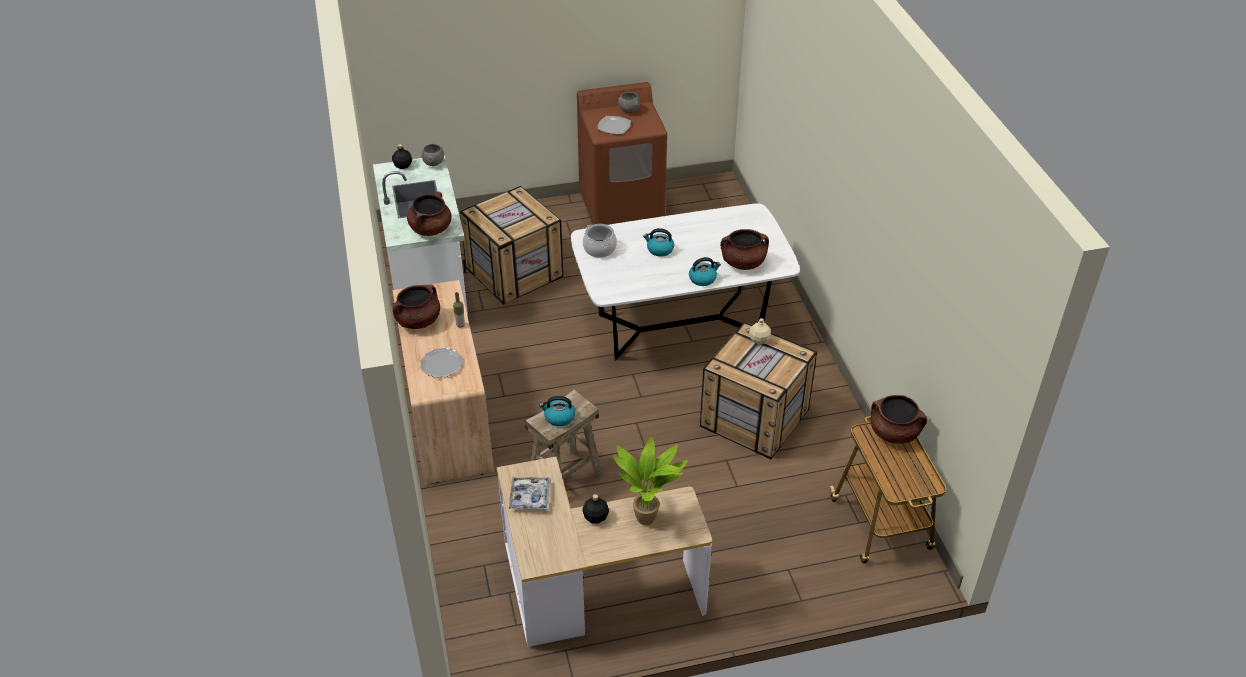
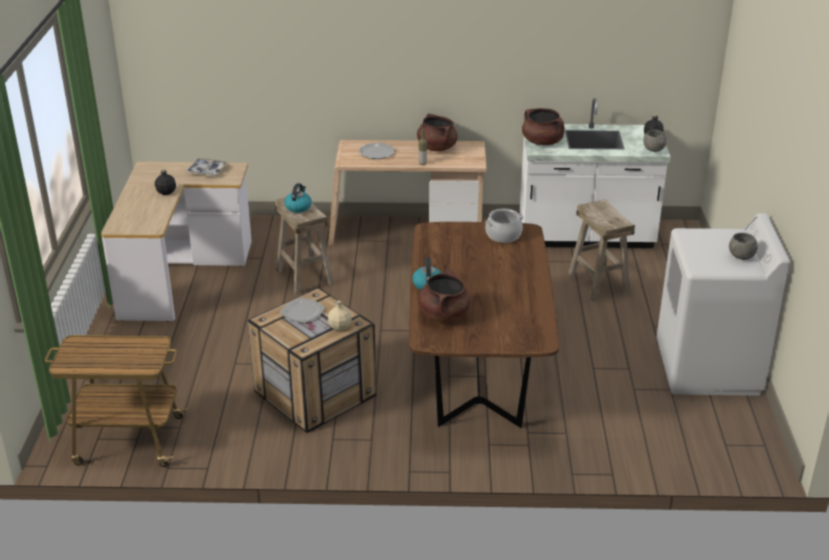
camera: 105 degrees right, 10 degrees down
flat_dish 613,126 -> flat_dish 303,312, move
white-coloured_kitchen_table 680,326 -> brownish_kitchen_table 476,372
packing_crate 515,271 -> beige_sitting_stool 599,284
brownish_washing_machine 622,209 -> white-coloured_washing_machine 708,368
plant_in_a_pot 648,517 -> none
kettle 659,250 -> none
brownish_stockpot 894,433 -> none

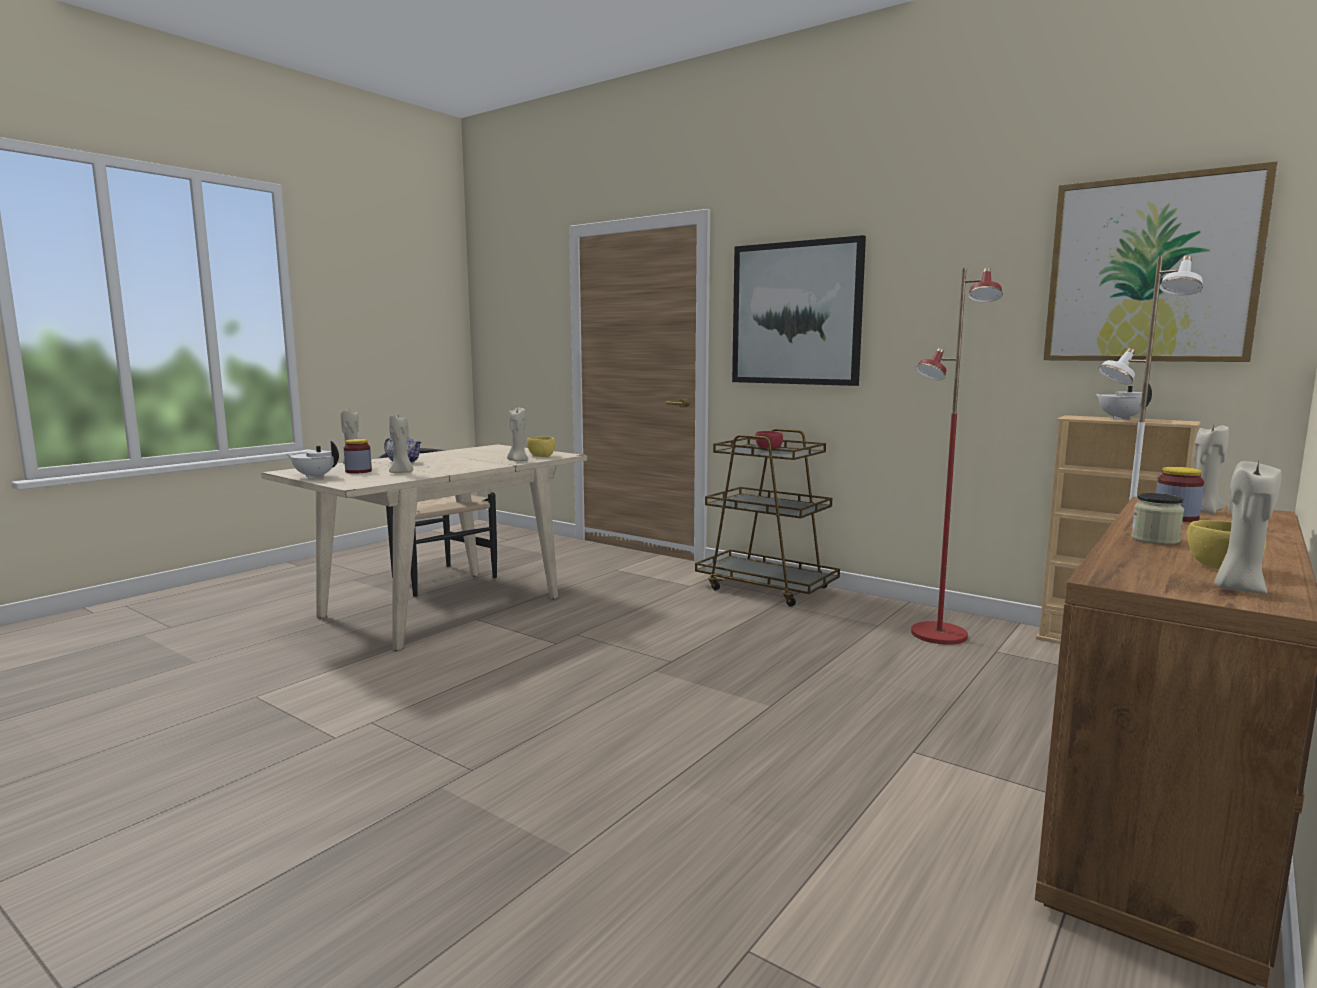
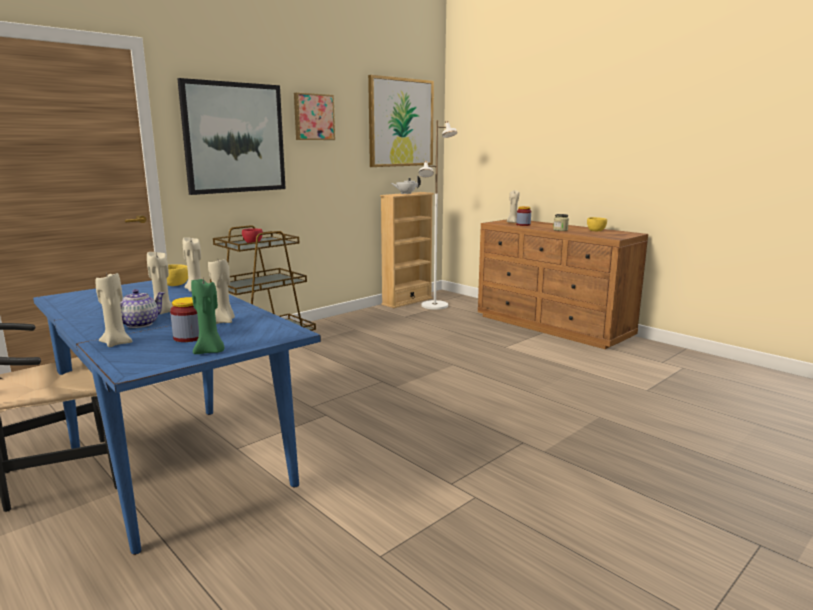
camera: 80 degrees left, 5 degrees up
beige_kitchen_table 443,606 -> blue_kitchen_table 179,467
beige_candle 1238,589 -> beige_candle 162,312, move
white-coloured_teapot 315,477 -> greenish_candle 210,351
none -> picture 313,117
red_floor_lamp 938,635 -> none

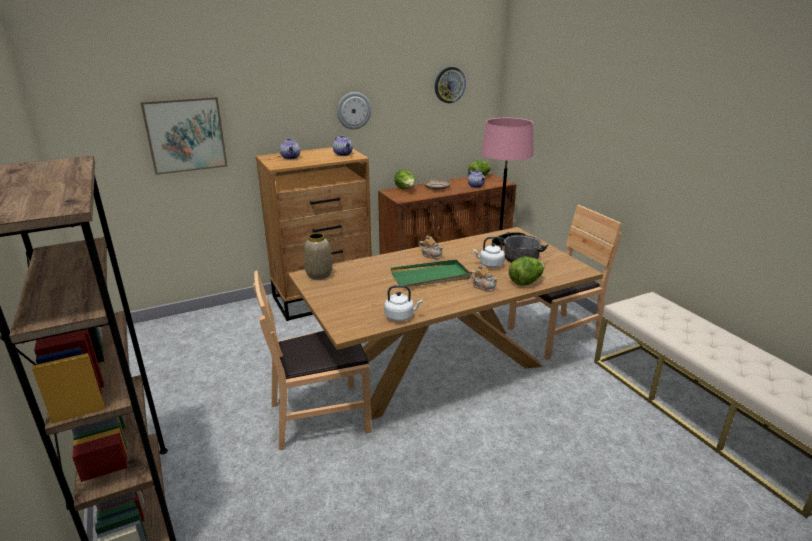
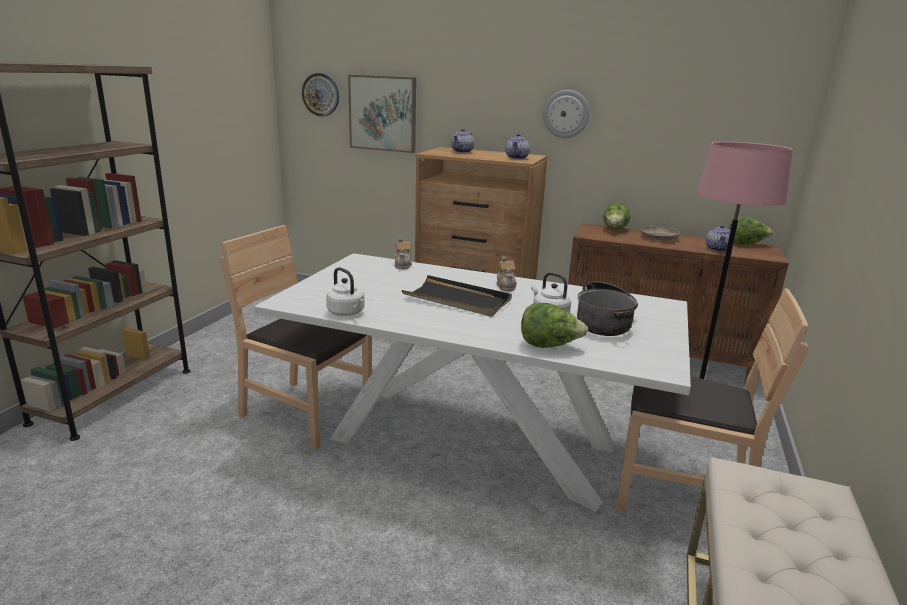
camera: 45 degrees right, 5 degrees down
brownish_kitchen_table 441,368 -> white-coloured_kitchen_table 473,441
wall_clock 449,85 -> wall_clock 321,94, move
teapot 483,286 -> teapot 403,265, move
greenish_carrying_tray 431,276 -> black_carrying_tray 457,300
flower_vase 319,275 -> none

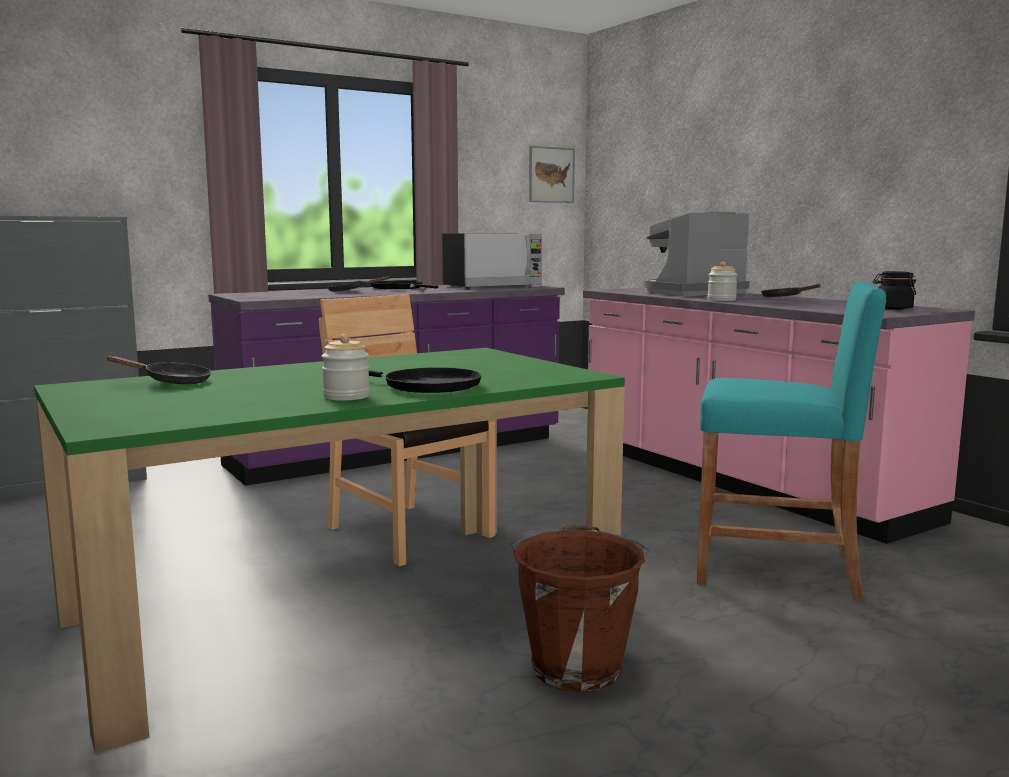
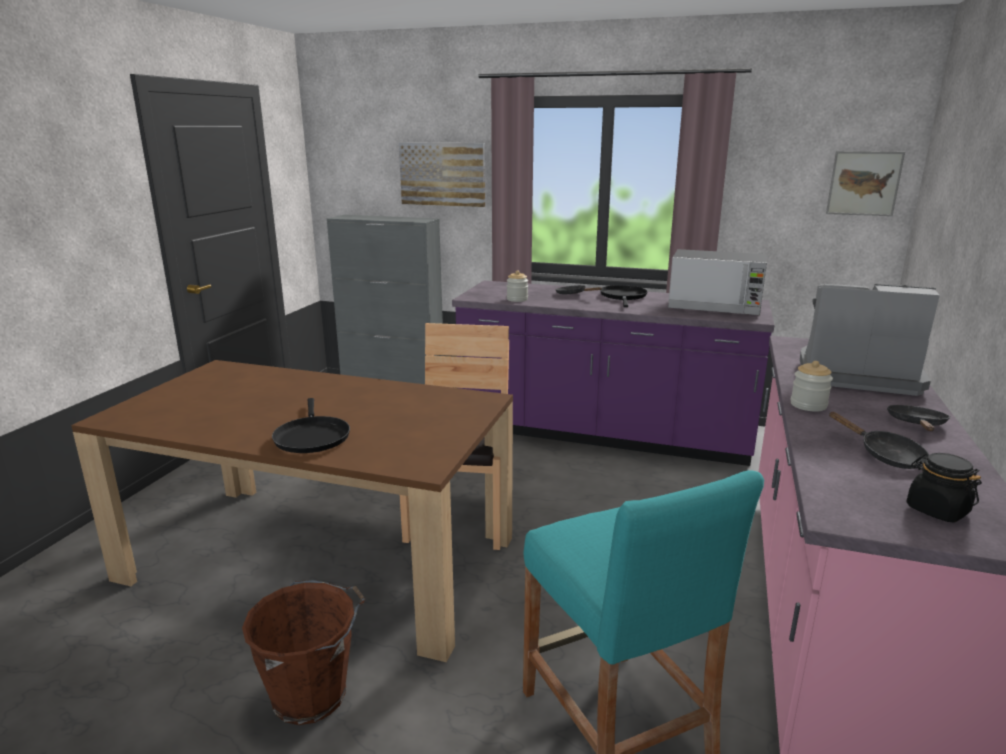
camera: 50 degrees right, 10 degrees up
greenish_kitchen_table 345,609 -> brownish_kitchen_table 320,559
none -> picture 443,174
storage_jar 346,396 -> storage_jar 517,299, move
black_skillet 171,382 -> black_skillet 885,455, move

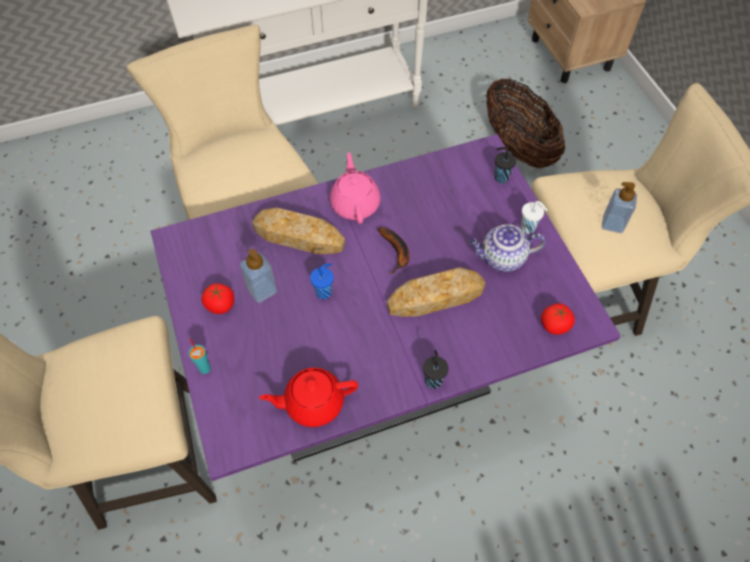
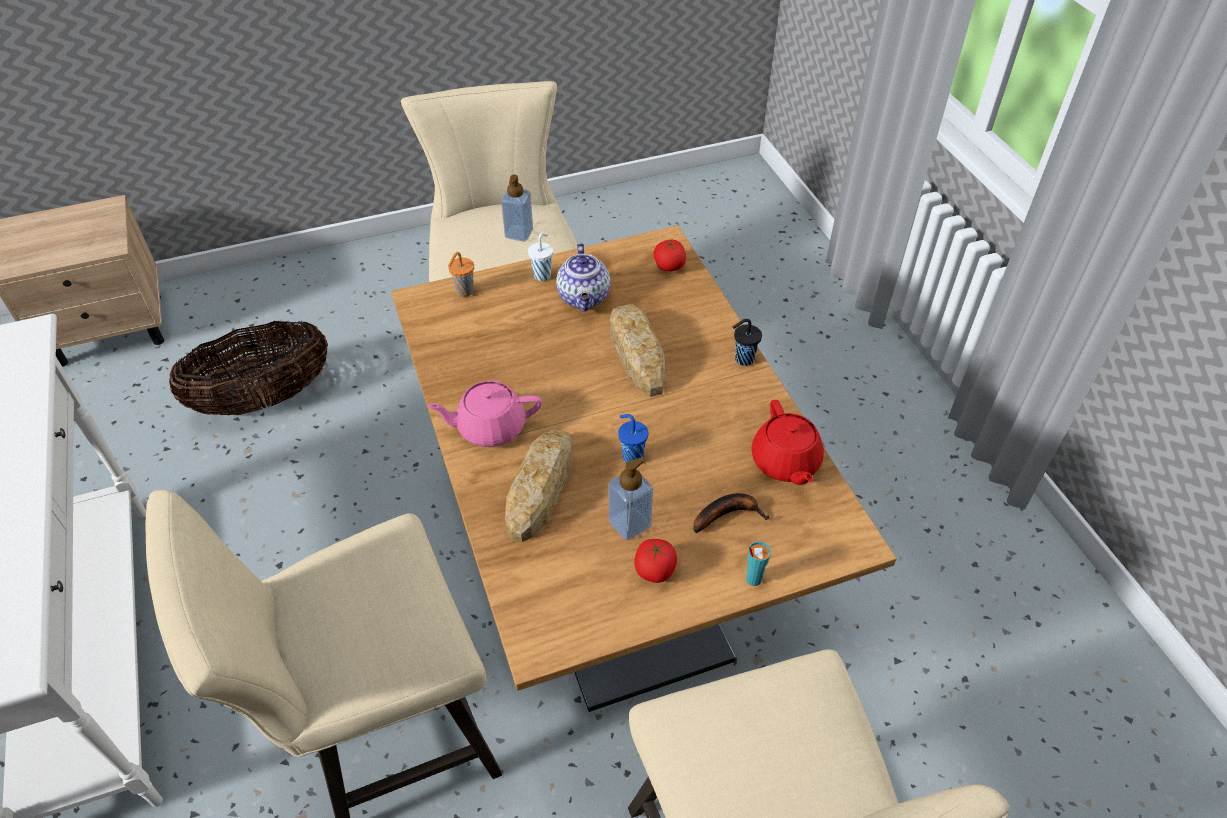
camera: 90 degrees left, 10 degrees down
purple-coloured_kitchen_table 375,377 -> brownish_kitchen_table 613,569
black_cup 500,177 -> orange_cup 464,292
banana_fruit 396,252 -> banana_fruit 728,514, move

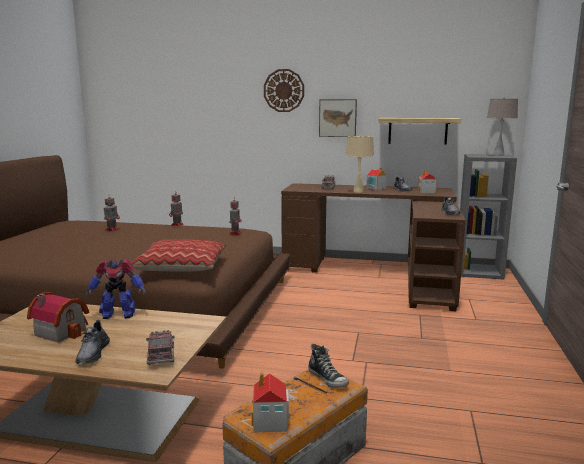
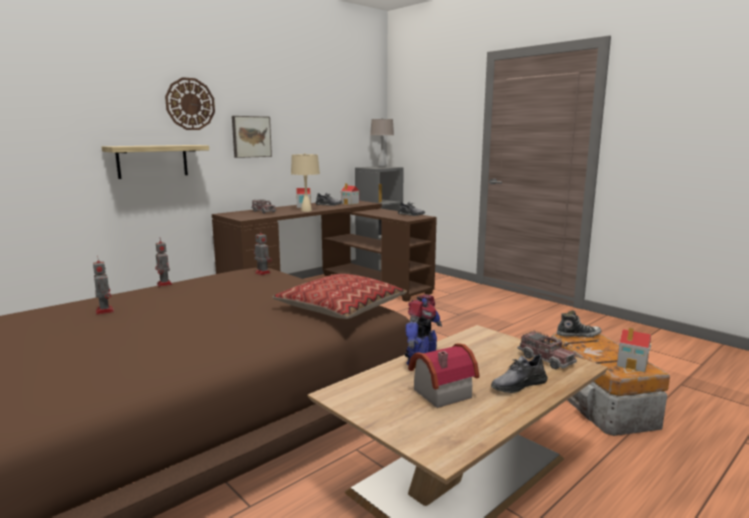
camera: 55 degrees left, 0 degrees up
bracket_shelf 417,131 -> bracket_shelf 152,161, move
gray_shoe 92,353 -> gray_shoe 518,385, 120 degrees clockwise
model_truck 161,355 -> model_truck 546,359, 150 degrees counterclockwise

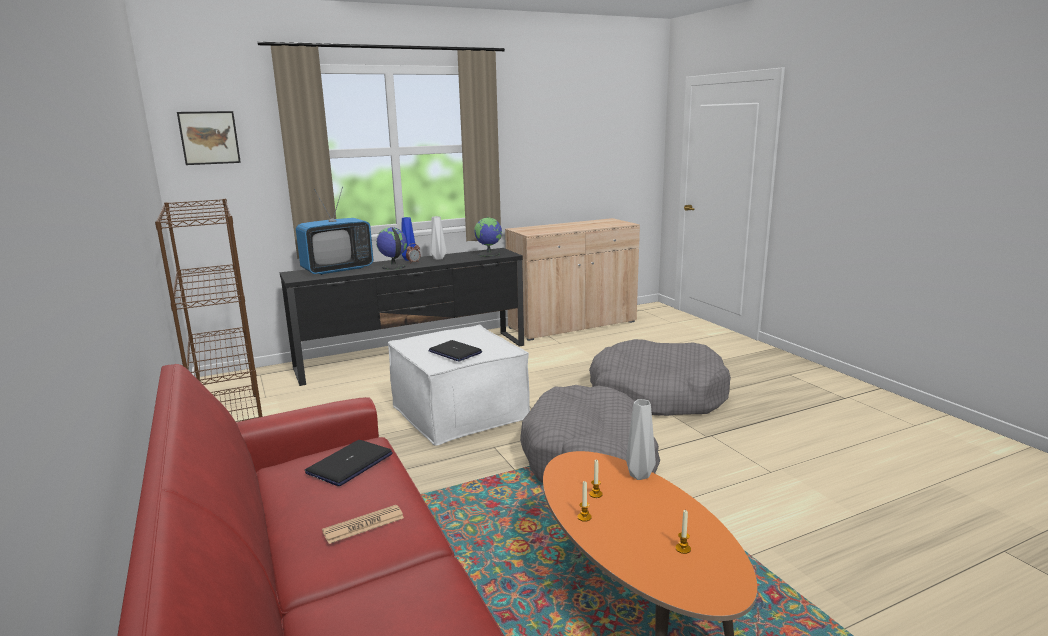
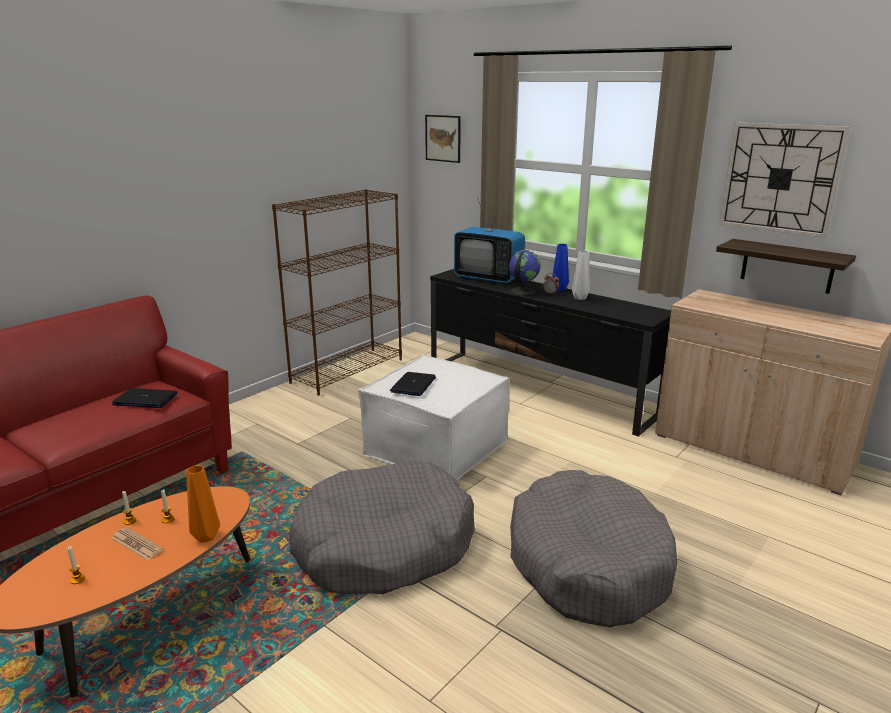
camera: 65 degrees right, 5 degrees up
printed_paper 363,525 -> printed_paper 137,544, move
gray_flower_vase 639,474 -> orange_flower_vase 207,537
none -> bracket_shelf 787,266
none -> wall_clock 780,178
globe 489,254 -> none

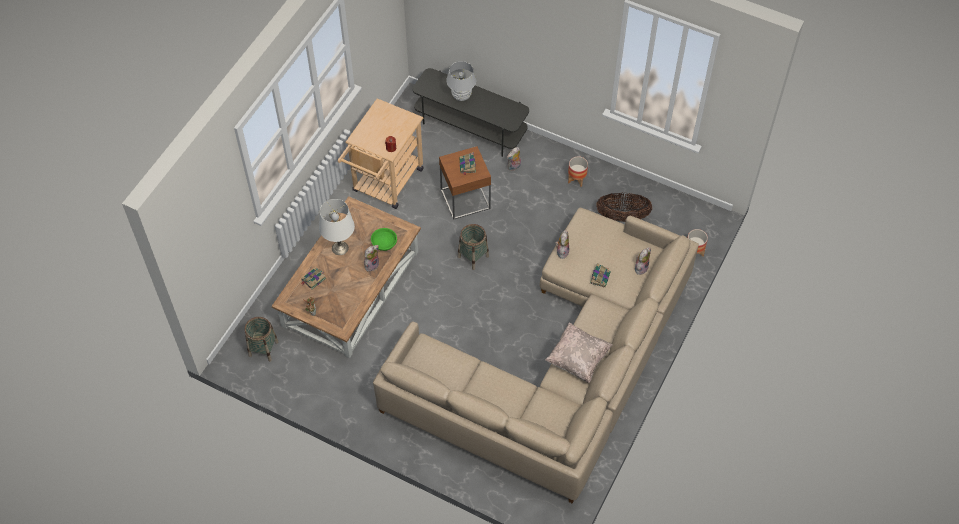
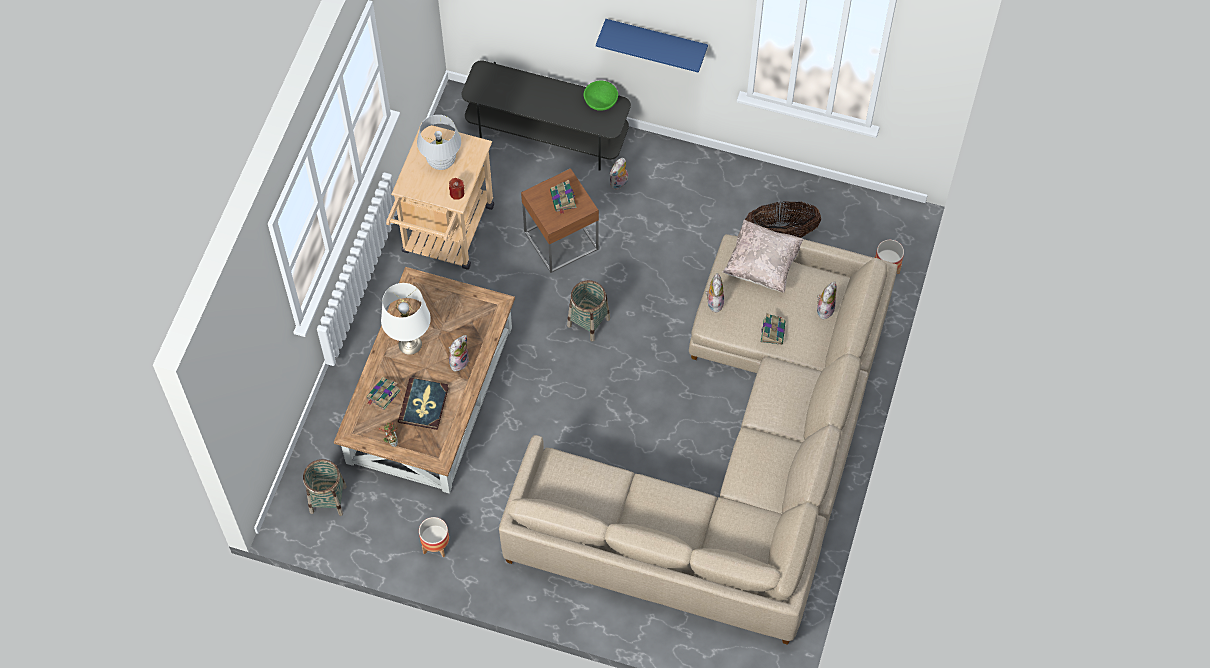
camera: 10 degrees left, 5 degrees up
none -> volume 424,405
white-coloured_lamp_for_a_table 461,96 -> white-coloured_lamp_for_a_table 441,161, move
plant_pot 576,179 -> plant_pot 436,545, move
greenish_bowl 384,244 -> greenish_bowl 601,101, move
none -> blue_bracket_shelf 656,41
beige_cushion 578,359 -> beige_cushion 762,265, move

